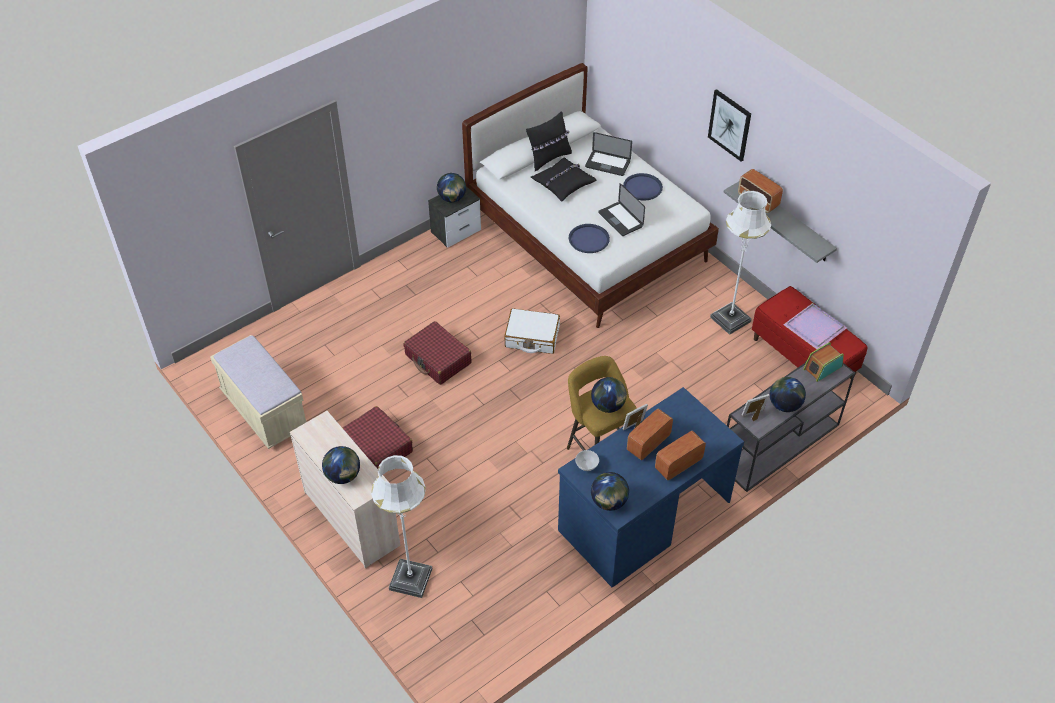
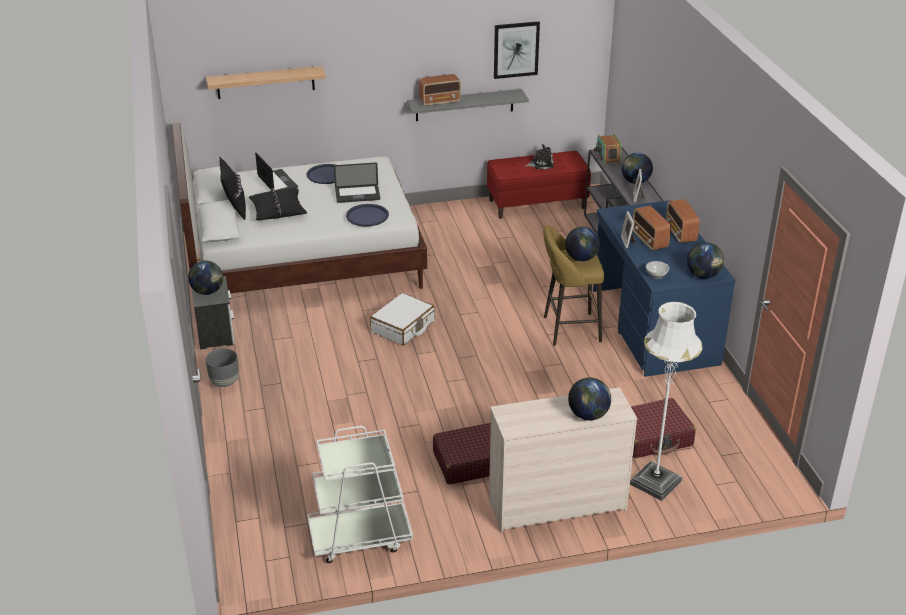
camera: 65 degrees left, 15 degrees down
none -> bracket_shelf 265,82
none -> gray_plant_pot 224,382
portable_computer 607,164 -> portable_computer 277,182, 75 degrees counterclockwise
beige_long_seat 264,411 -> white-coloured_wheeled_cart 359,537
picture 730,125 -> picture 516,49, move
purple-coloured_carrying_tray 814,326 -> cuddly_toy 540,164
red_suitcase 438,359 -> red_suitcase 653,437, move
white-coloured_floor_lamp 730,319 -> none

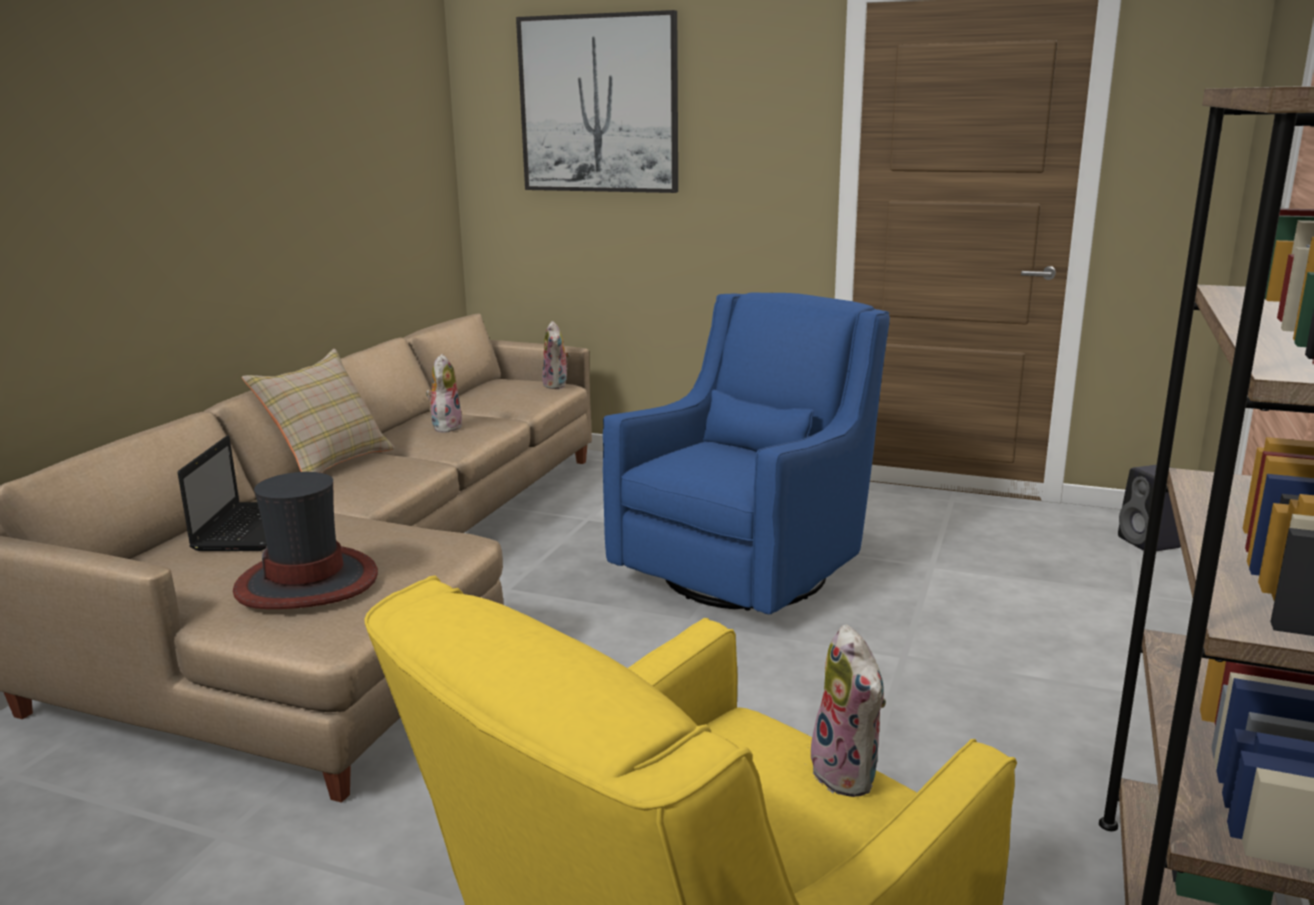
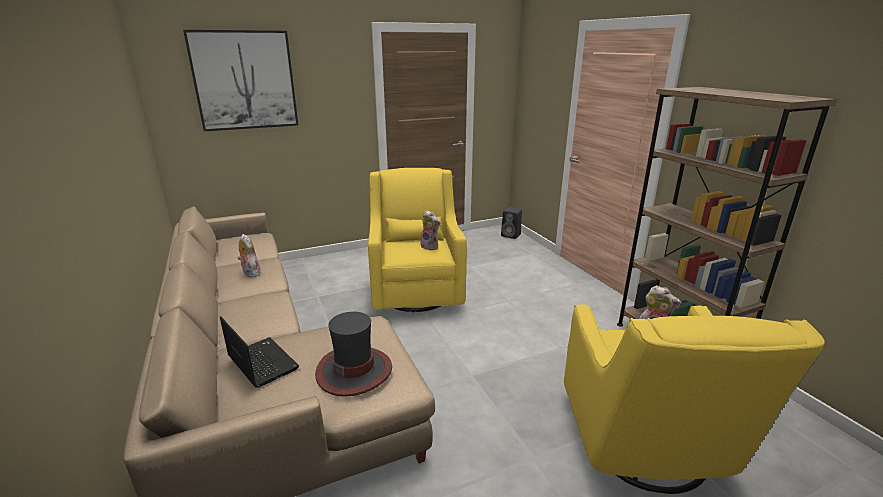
camera: 45 degrees left, 5 degrees up
blue_armchair 749,570 -> yellowish_armchair 416,291
cuddly_toy 557,386 -> cuddly_toy 430,246, move
beige_cushion 328,462 -> none

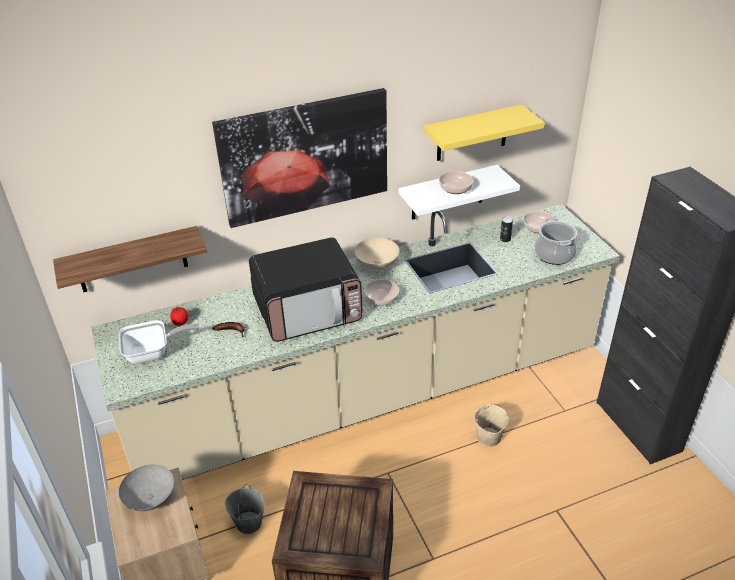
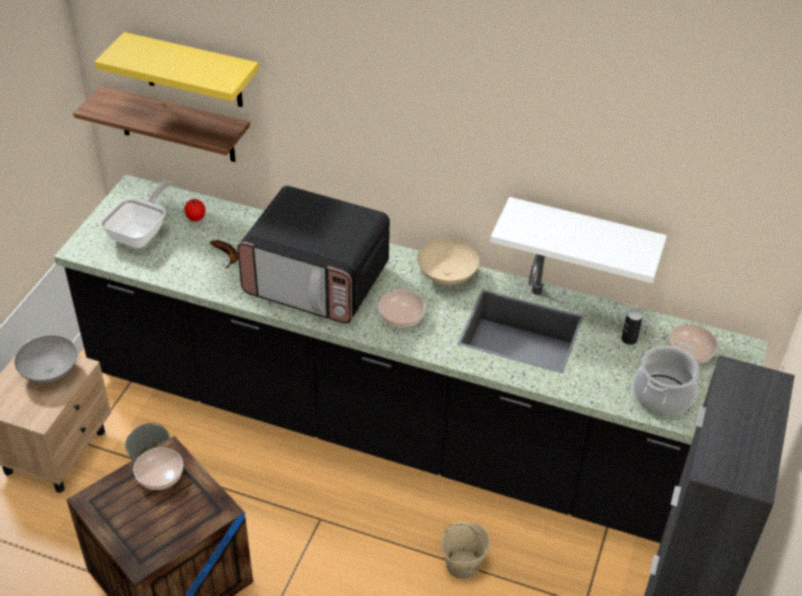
camera: 40 degrees right, 5 degrees up
beige_kitchen_base_unit 370,395 -> black_kitchen_base_unit 397,429
yellowish_bracket_shelf 472,133 -> yellowish_bracket_shelf 193,71, move
skillet 153,353 -> skillet 141,233, 90 degrees counterclockwise
bowl 455,189 -> bowl 159,475, move
picture 305,157 -> none

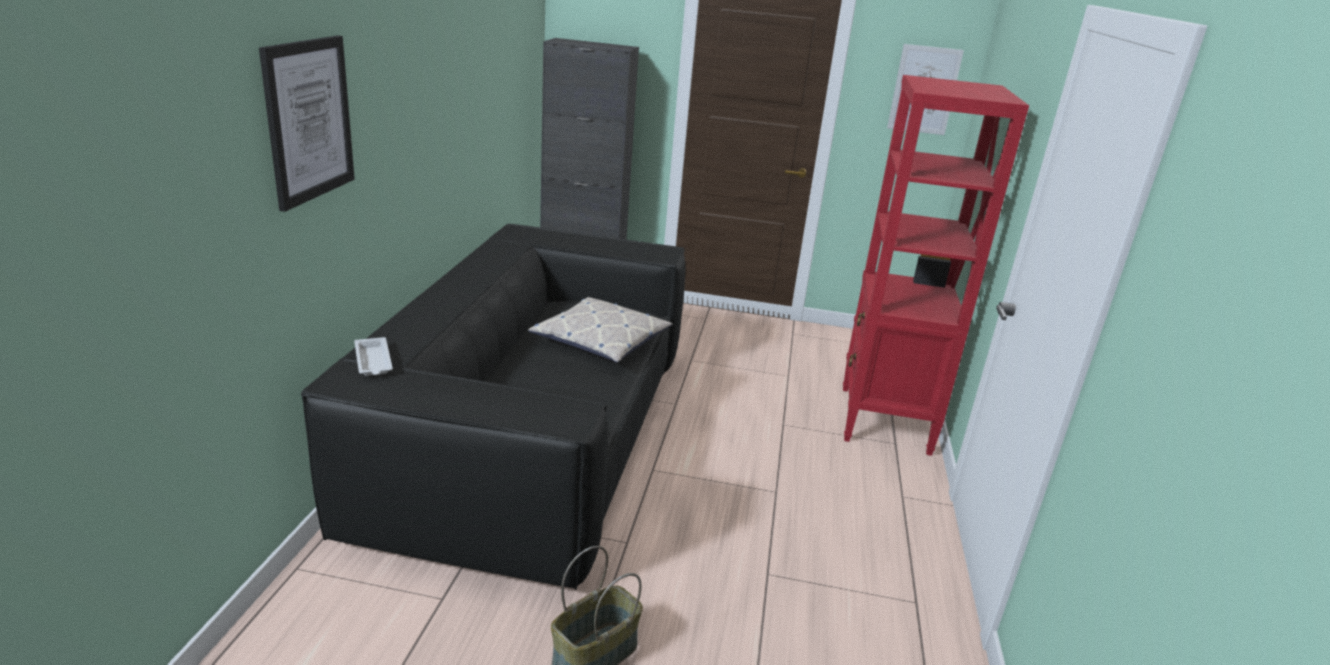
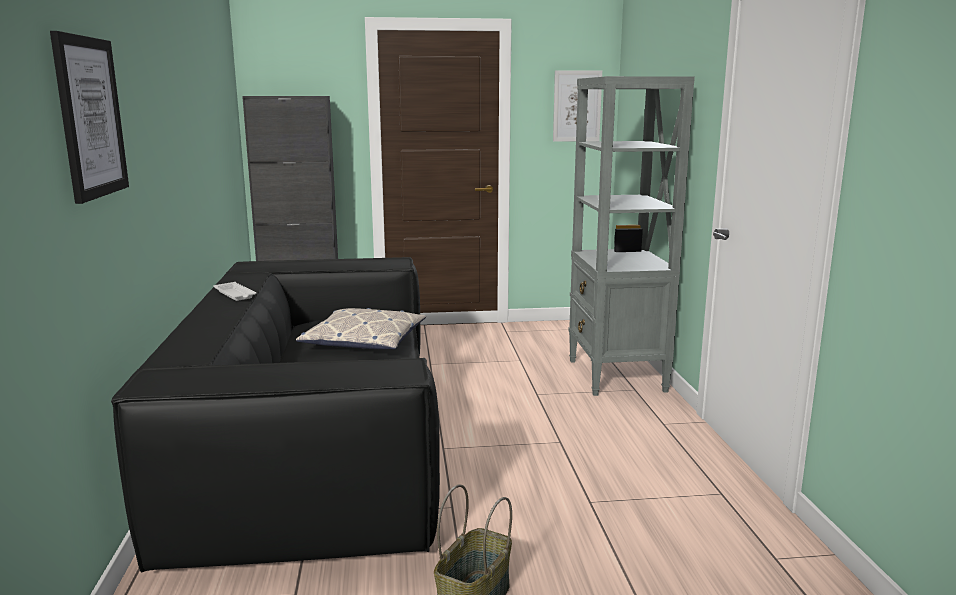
camera: 15 degrees left, 10 degrees down
white-coloured_carrying_tray 373,361 -> white-coloured_carrying_tray 235,295, move
red_bookshelf 884,420 -> gray_bookshelf 616,376

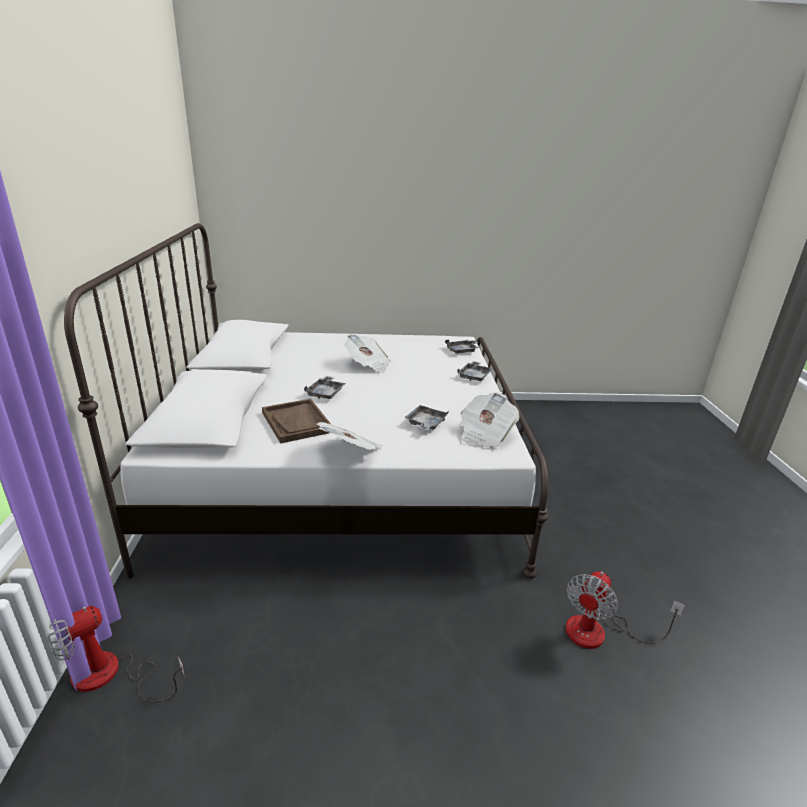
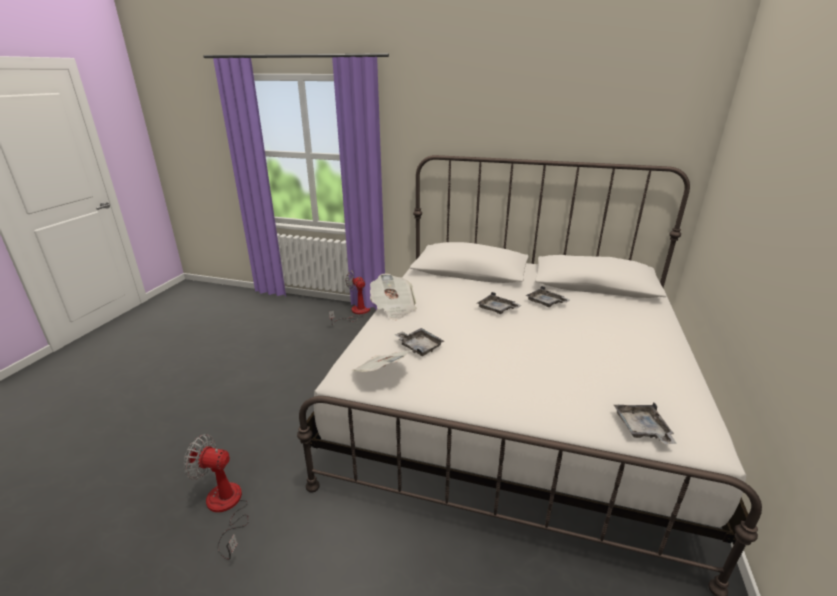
camera: 110 degrees right, 0 degrees up
electric_fan 599,632 -> electric_fan 226,508, 45 degrees counterclockwise
gray_carrying_tray 475,376 -> gray_carrying_tray 546,302, move
brownish_carrying_tray 297,422 -> none
printed_paper 368,365 -> none

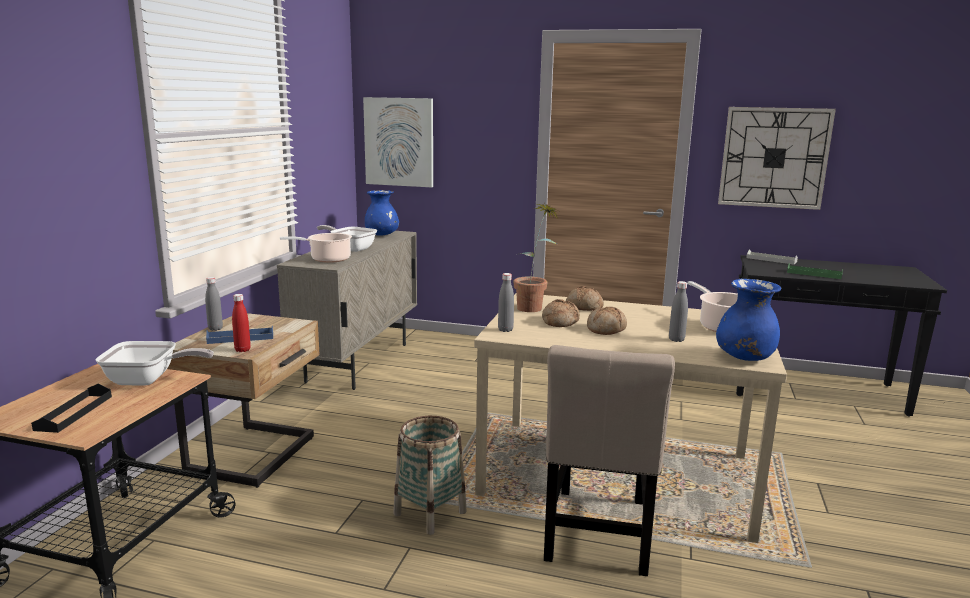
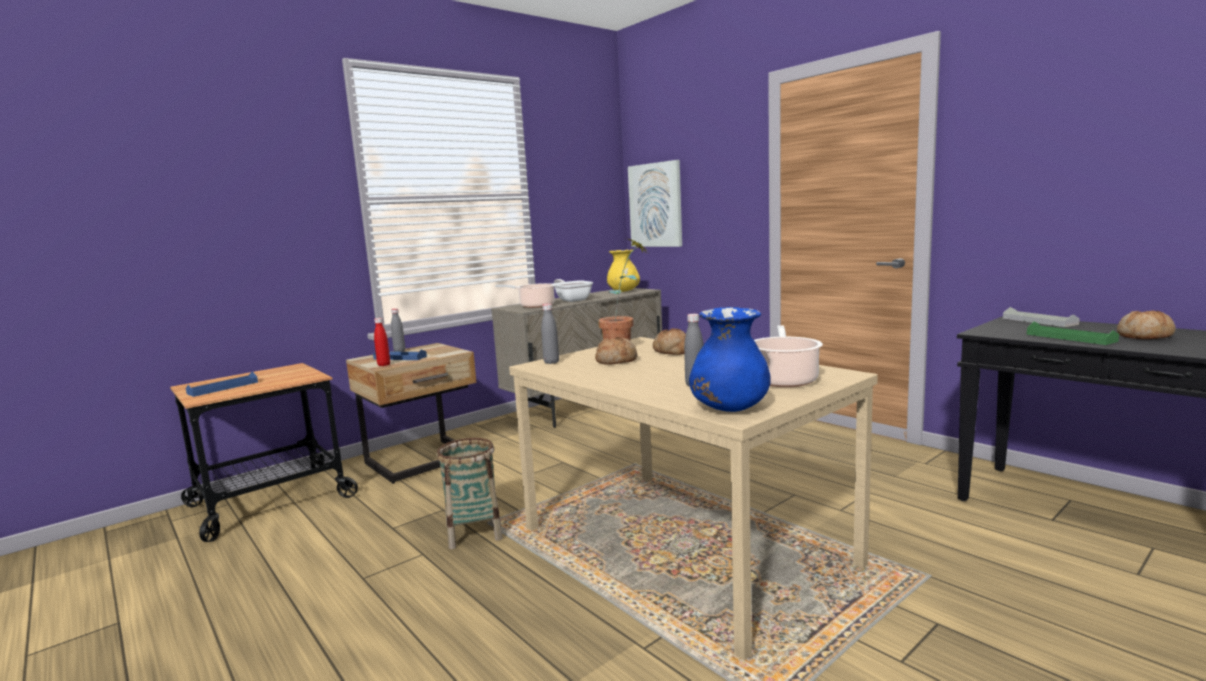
camera: 35 degrees right, 5 degrees down
black_carrying_tray 74,413 -> blue_carrying_tray 223,388
blue_flower_vase 382,235 -> yellowish_flower_vase 624,291
bakery_bread 607,330 -> bakery_bread 1145,336, move
skillet 148,380 -> none
beige_plain_chair 598,535 -> none
wall_clock 774,158 -> none

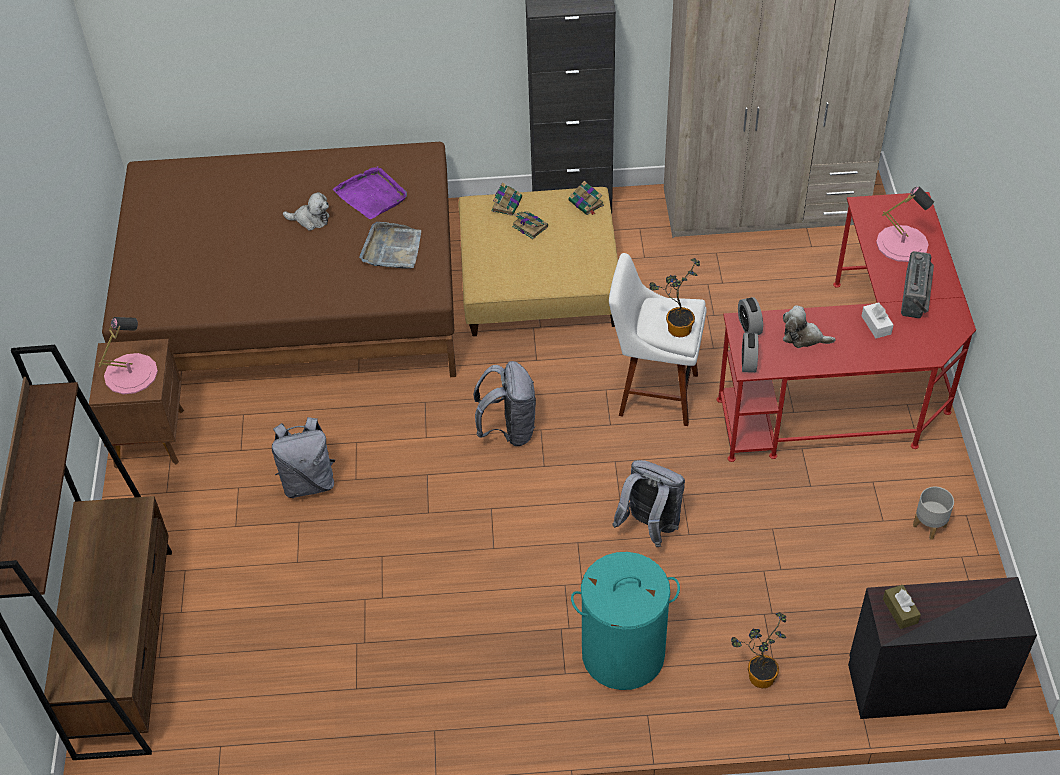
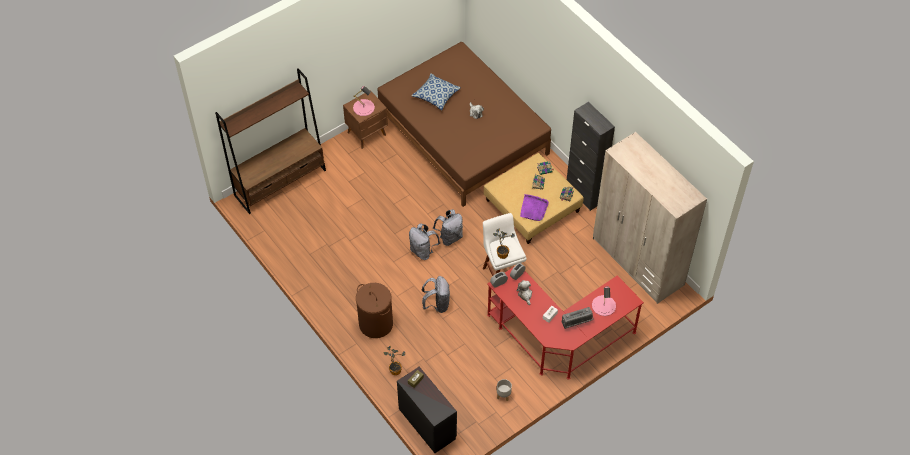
camera: 55 degrees right, 5 degrees up
turquoise_laundry_basket 623,654 -> brownish_laundry_basket 375,324
gray_backpack 308,482 -> gray_backpack 423,251, move
none -> cushion 436,96
purple-coloured_carrying_tray 372,195 -> purple-coloured_carrying_tray 533,209, move
gray_carrying_tray 392,249 -> none

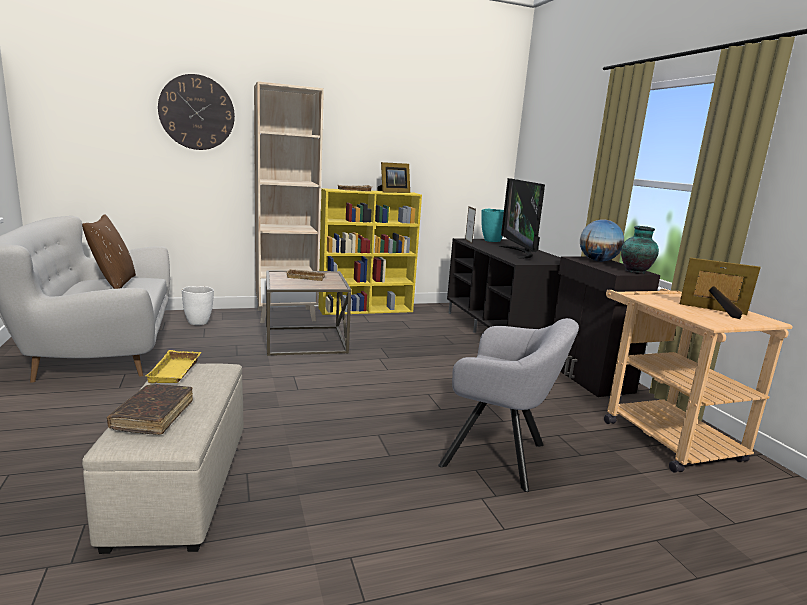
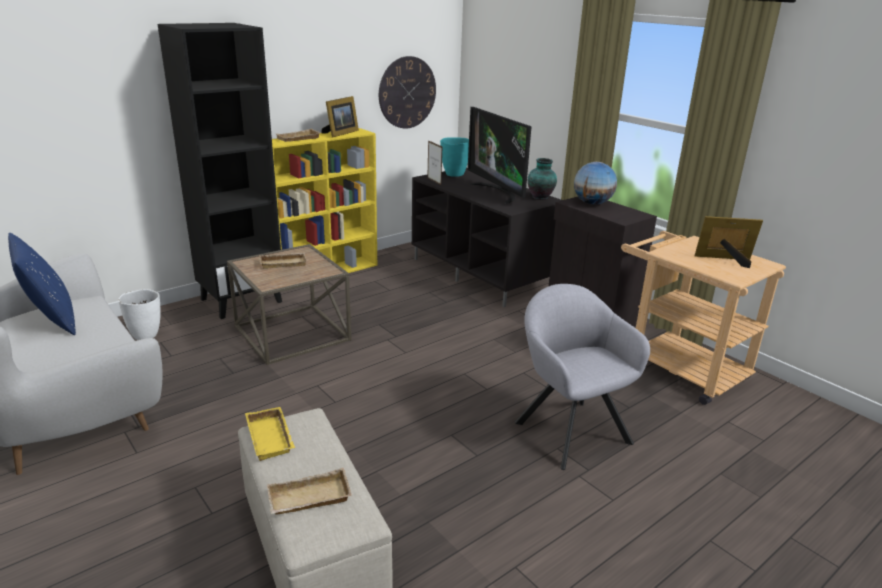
camera: 20 degrees left, 10 degrees up
brownish_cushion 114,283 -> blue_cushion 52,320
beige_bookshelf 286,315 -> black_bookshelf 241,300
brownish_volume 153,416 -> beige_carrying_tray 308,499
wall_clock 197,112 -> wall_clock 407,92, move
gray_armchair 500,457 -> gray_armchair 569,428, 120 degrees counterclockwise
flower_vase 636,272 -> flower_vase 541,197, move

